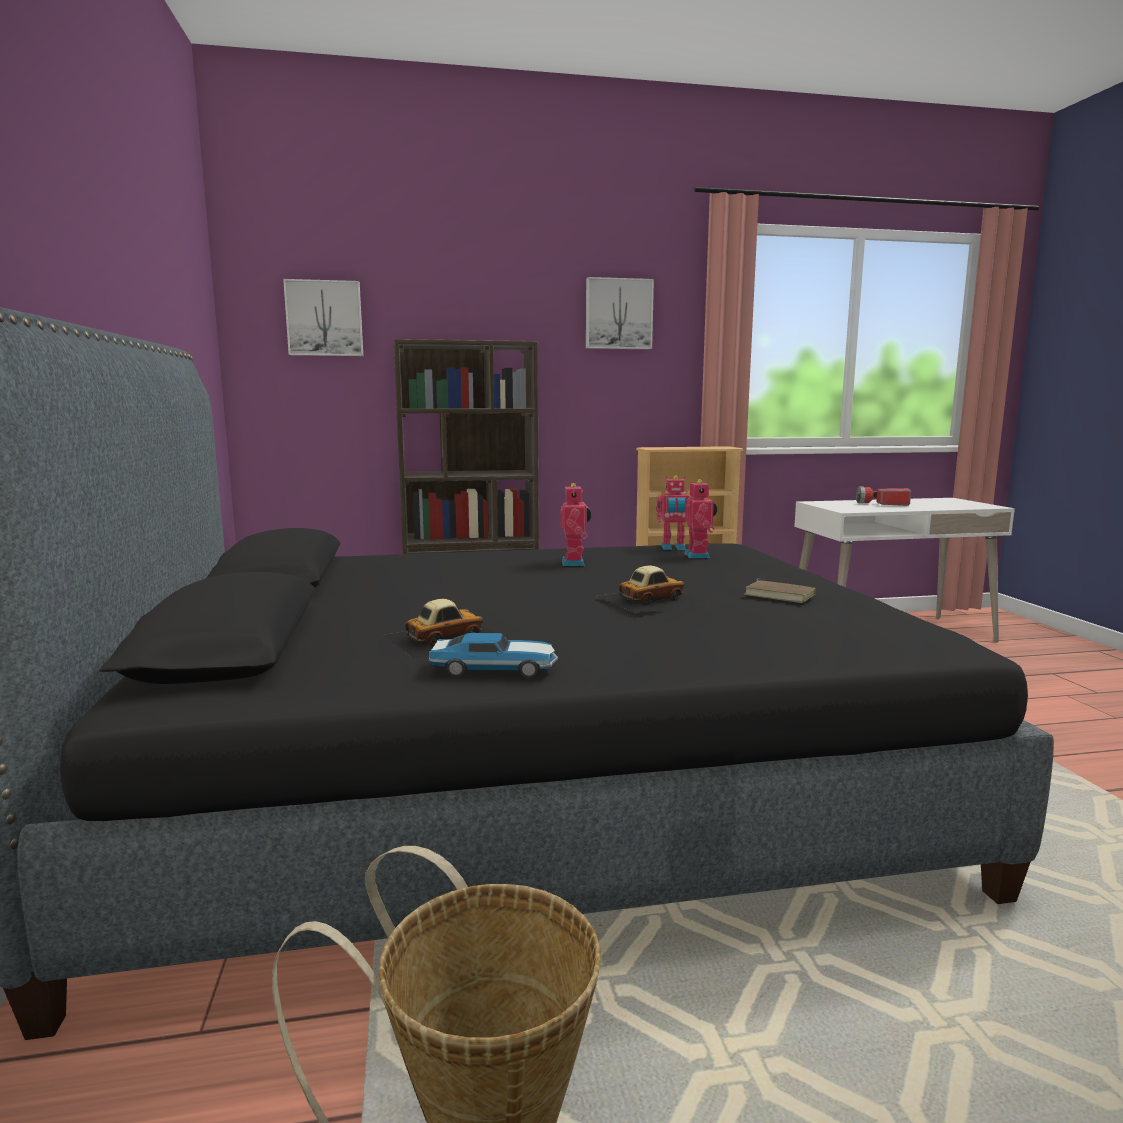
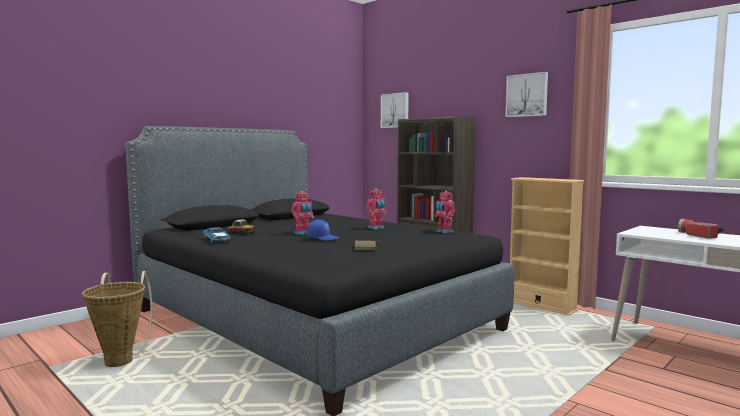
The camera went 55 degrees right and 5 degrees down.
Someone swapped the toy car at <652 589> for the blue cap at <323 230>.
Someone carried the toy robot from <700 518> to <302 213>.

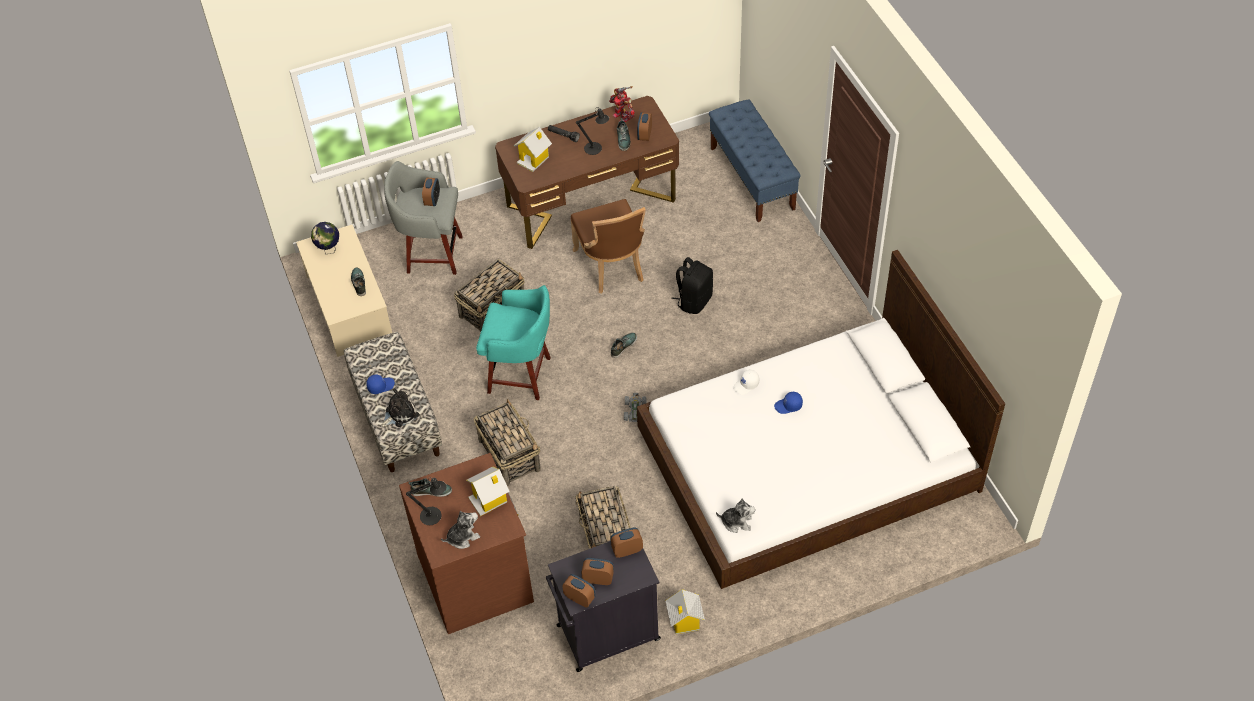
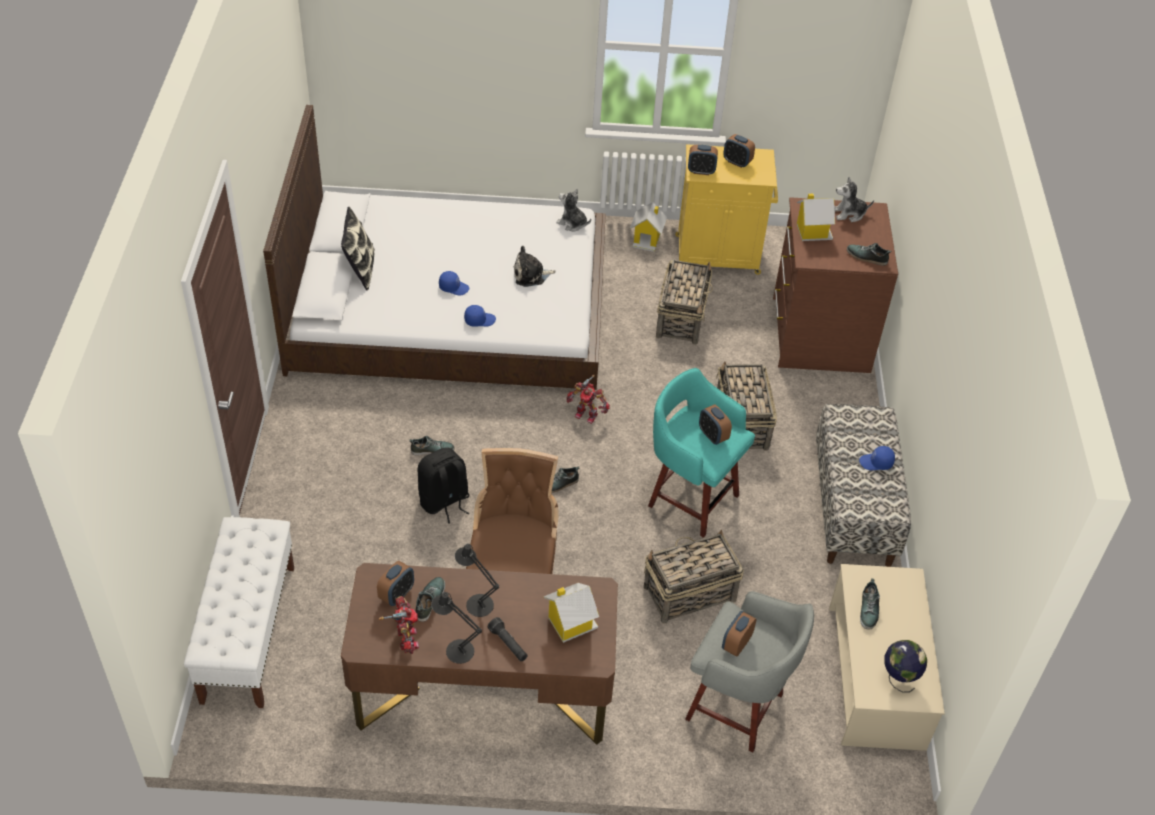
The camera went 160 degrees left and 5 degrees down.
Someone carried the plush toy from <400 408> to <534 266>.
Someone carried the black table lamp from <426 501> to <456 628>.
Someone repainted the black cabinet at <603 606>, which became the yellow cabinet at <726 209>.
Someone carried the alarm clock from <579 591> to <715 424>.
Someone swapped the grey toy car at <635 407> for the toy robot at <588 399>.
Someone repainted the blue bench at <755 160>, which became the white bench at <239 612>.
Someone repainted the white cap at <746 382>, which became the blue cap at <480 316>.
Someone put down the pillow at <358 248>.
Someone put down the shoe at <432 445>.

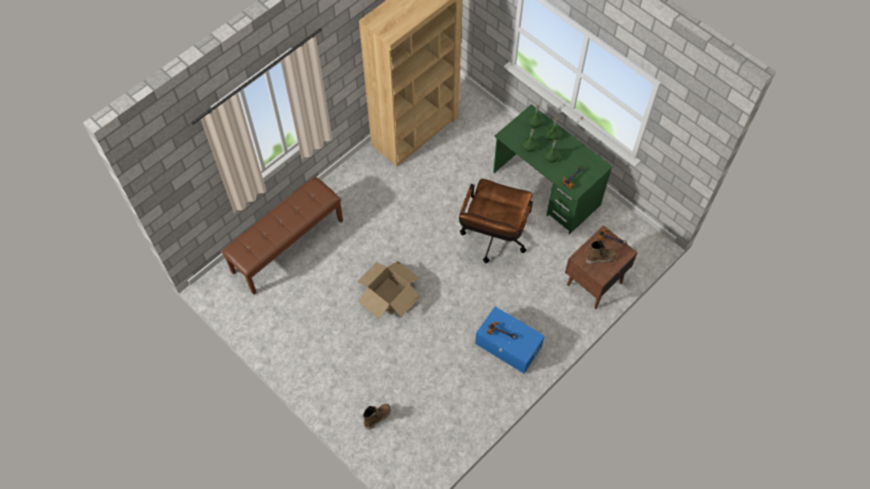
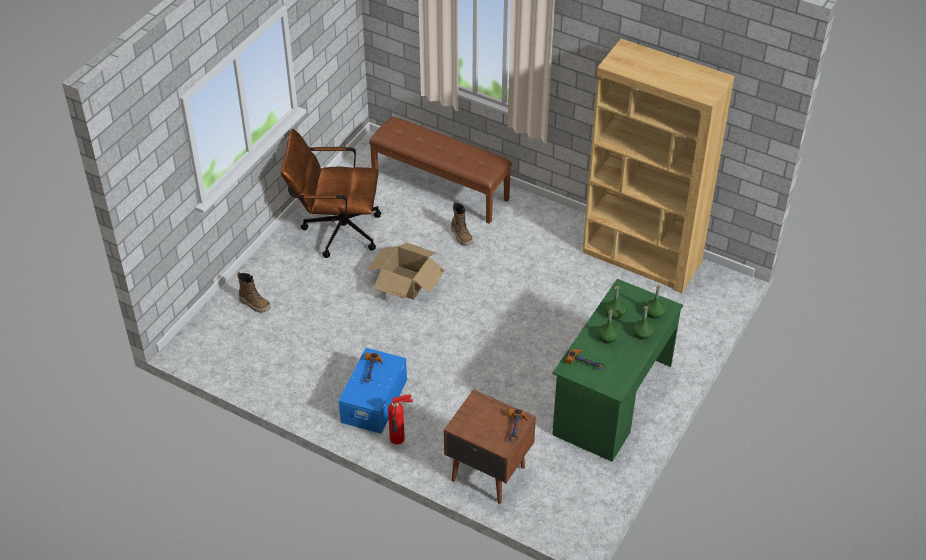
The camera went 75 degrees right and 15 degrees down.
Someone carried the brown office chair from <496 221> to <331 193>.
Someone carried the boot from <601 252> to <462 223>.
Someone put down the fire extinguisher at <400 419>.

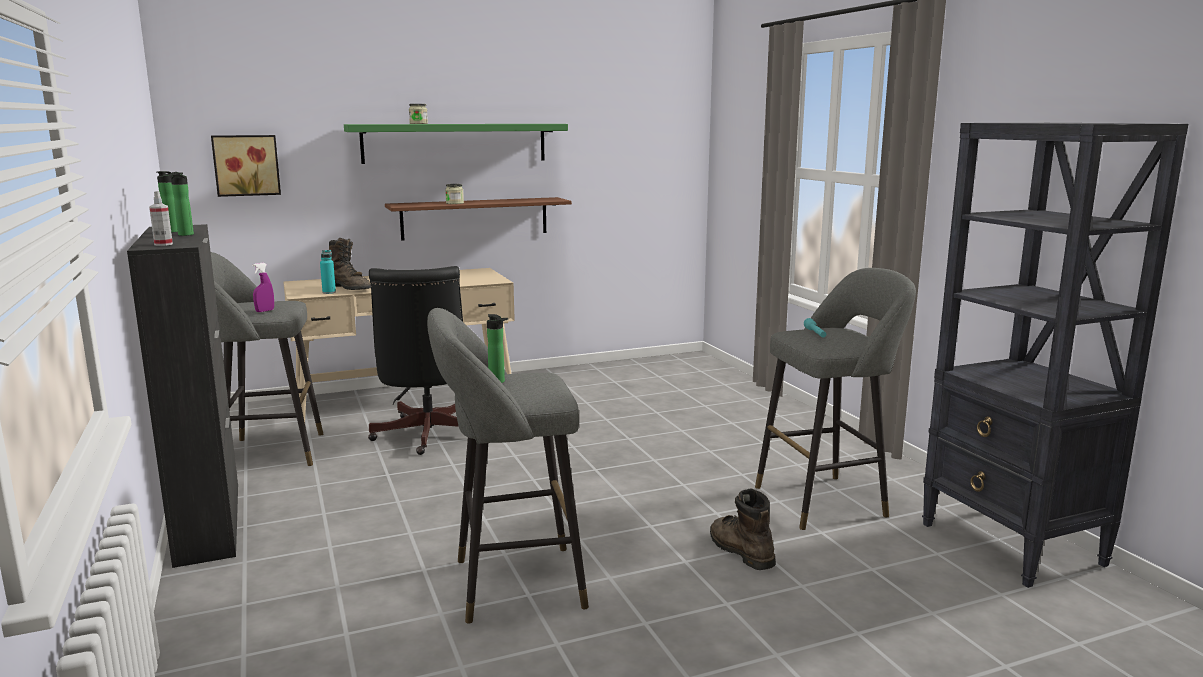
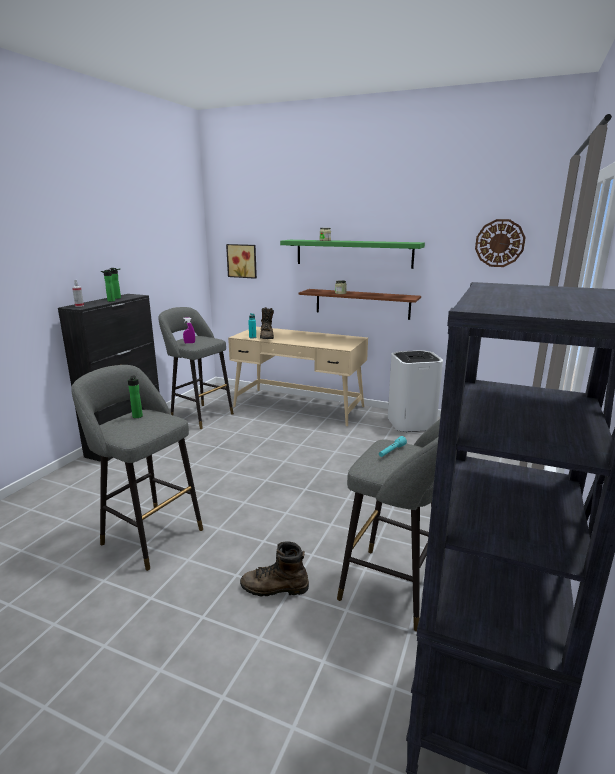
The camera went 45 degrees right and 5 degrees up.
Someone took away the black office chair at <415 360>.
Someone rotated the brown boot at <743 529> by 105 degrees counterclockwise.
Someone put down the white trash can at <415 391>.
Someone put up the wall clock at <500 243>.

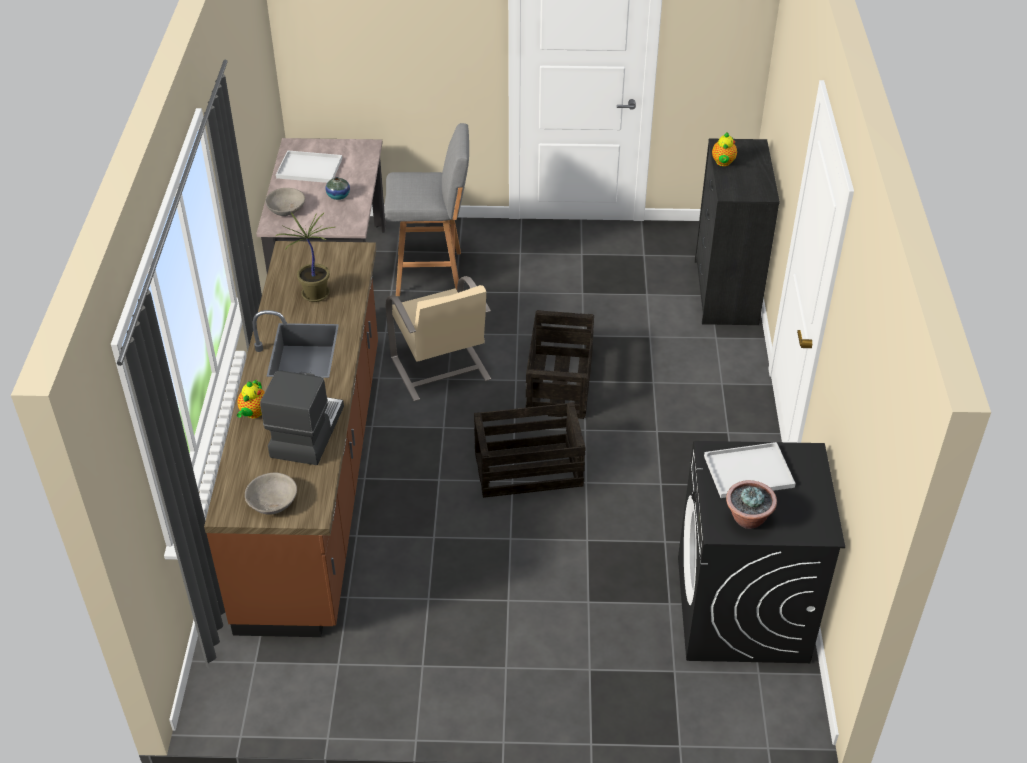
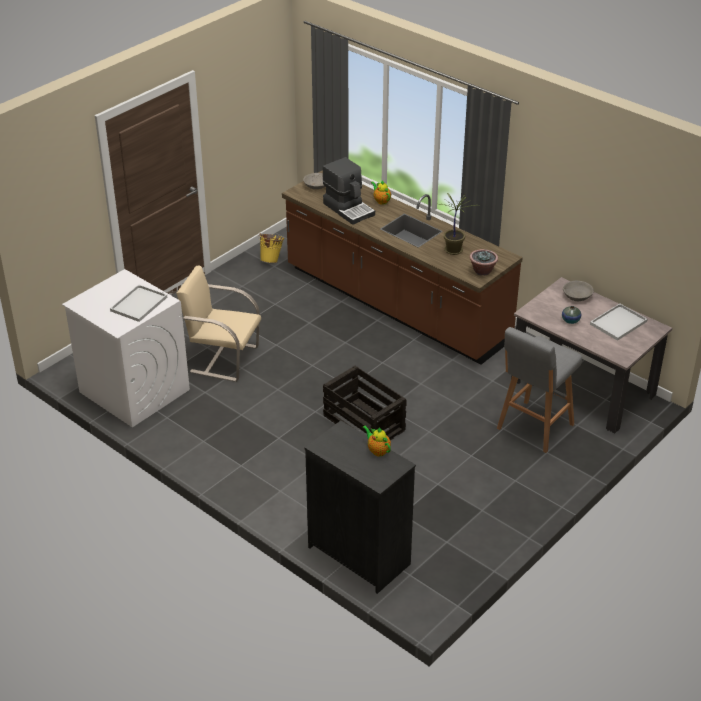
The camera went 130 degrees right and 5 degrees down.
Someone carried the beige chair from <438 338> to <218 324>.
Someone took away the crate at <530 450>.
Someone repainted the black washing machine at <761 552>, which became the white washing machine at <126 348>.
Someone carried the potted plant from <751 504> to <484 262>.
Someone put down the yellow bucket at <271 248>.

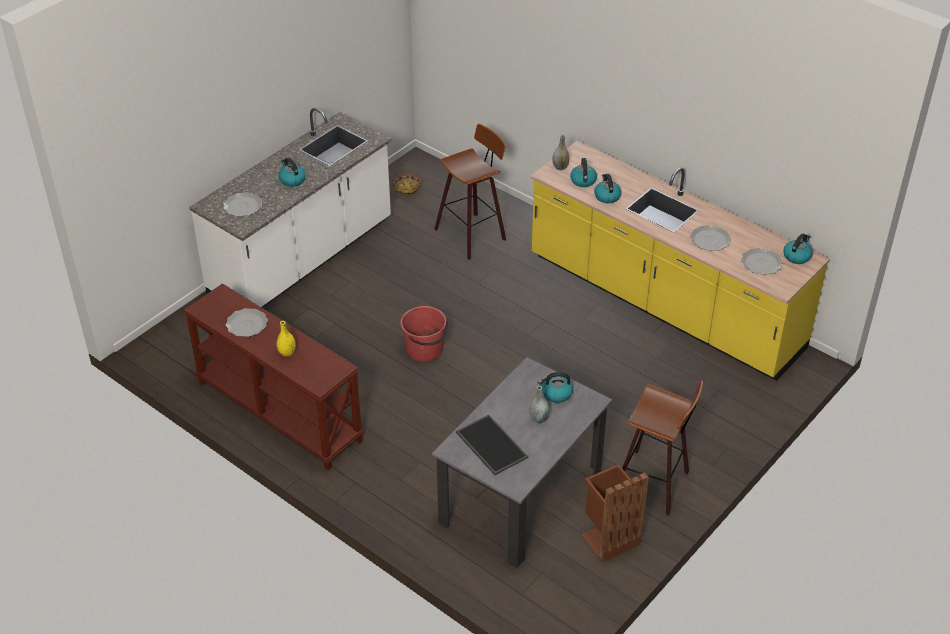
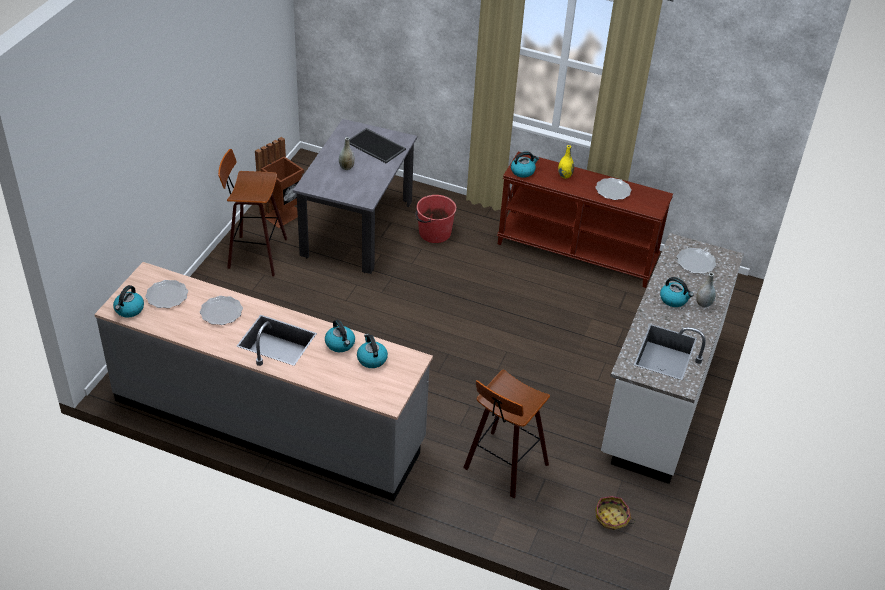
The camera went 160 degrees right and 0 degrees up.
Someone carried the red bucket from <424 334> to <435 219>.
Someone repainted the yellow counter at <680 261>, which became the grey counter at <263 381>.
Someone carried the kettle from <555 387> to <525 165>.
Someone carried the grey vase from <560 152> to <706 289>.

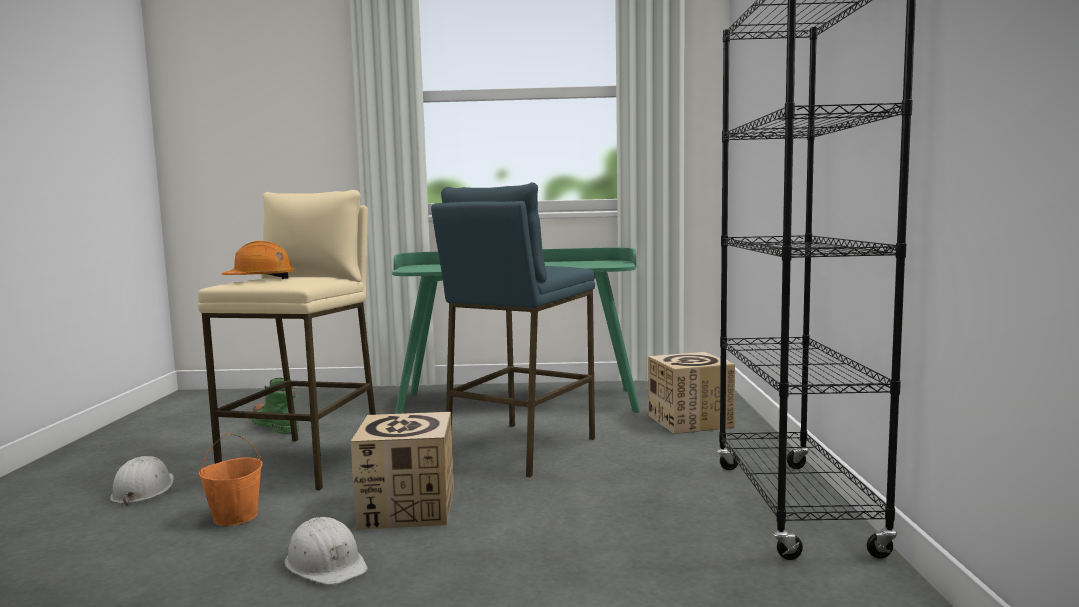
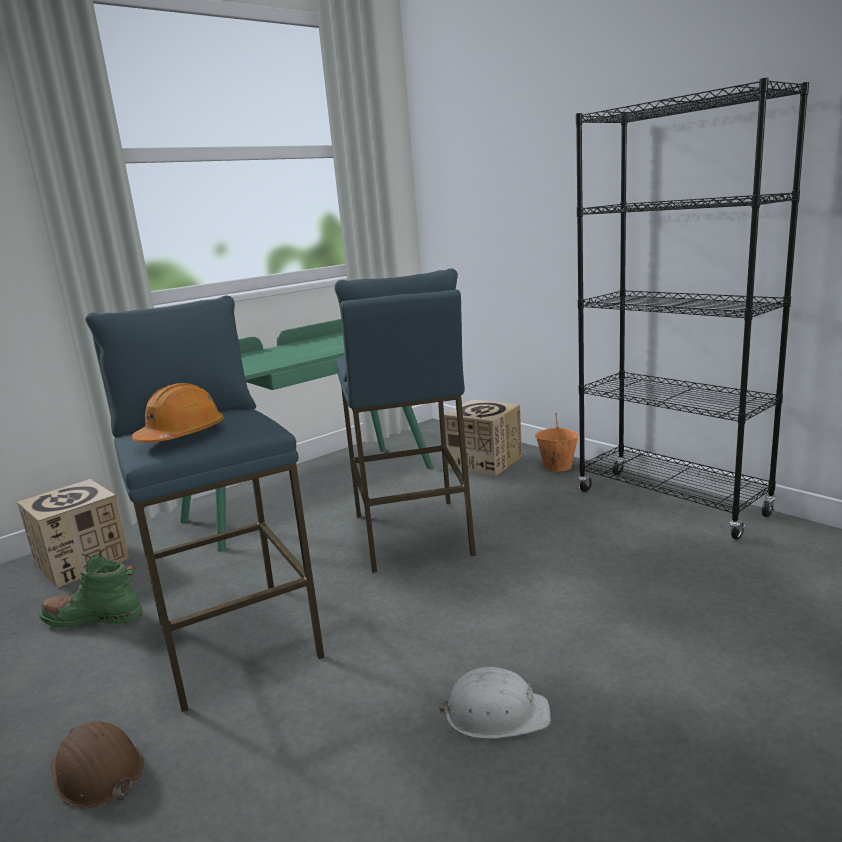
The camera went 40 degrees left and 10 degrees up.
Someone repainted the white hard hat at <142 481>, which became the brown hard hat at <97 765>.
Someone repainted the beige stool at <287 340>, which became the blue stool at <204 503>.
Someone carried the orange bucket from <231 479> to <557 441>.
Someone carried the cardboard box from <402 471> to <73 533>.

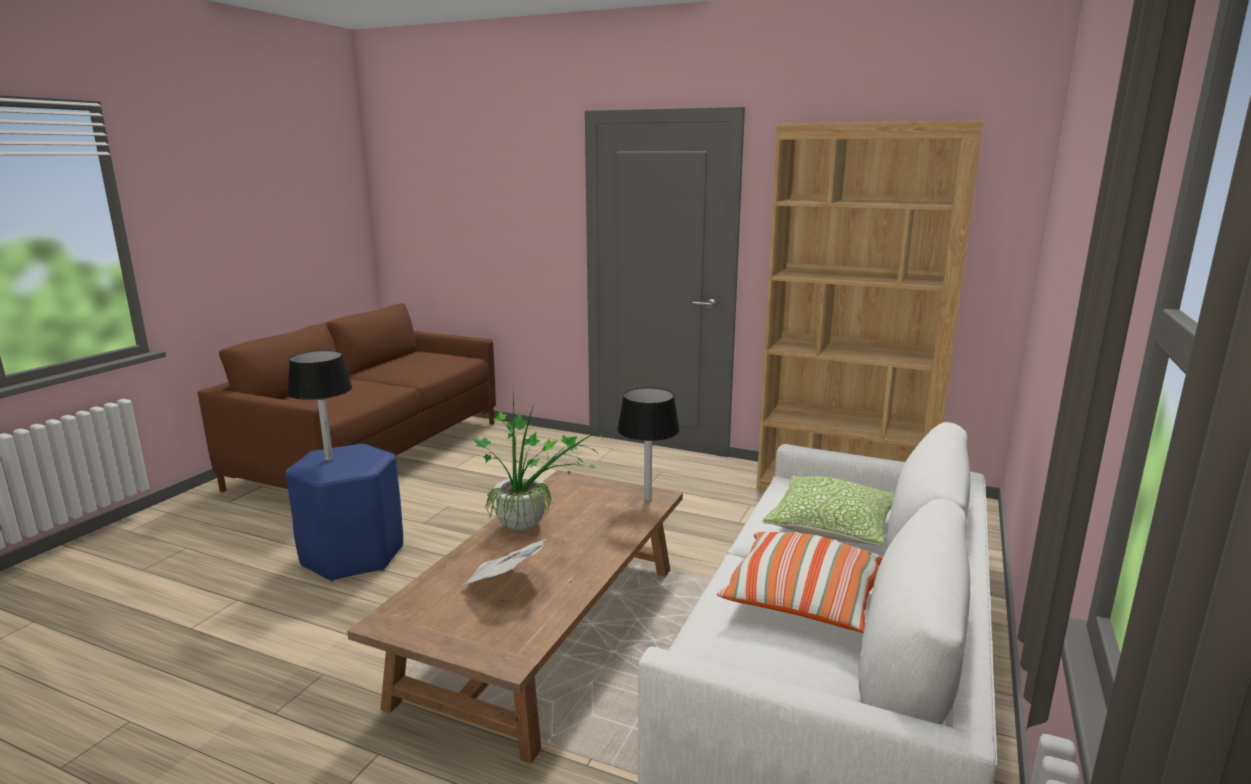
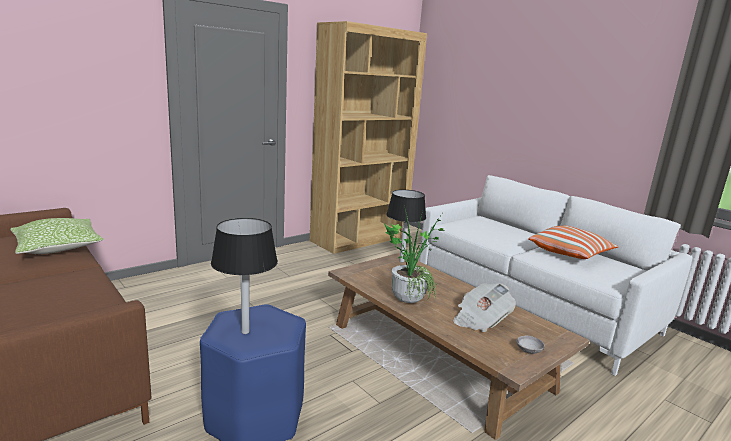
The camera went 65 degrees left and 0 degrees up.
Someone carried the pillow from <828 510> to <57 236>.
Someone put down the grey bowl at <531 345>.

